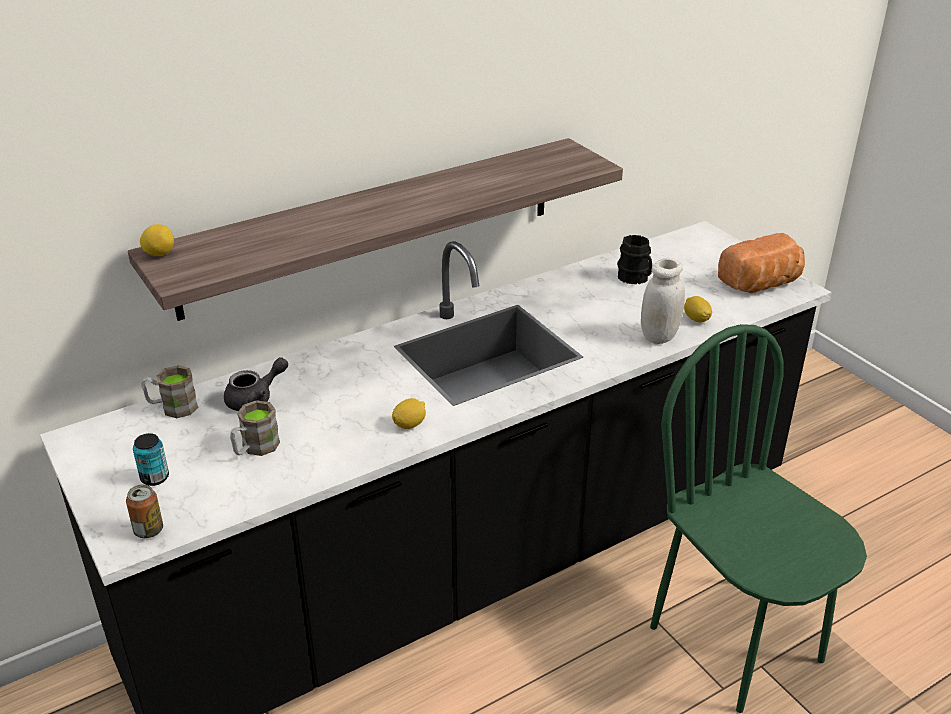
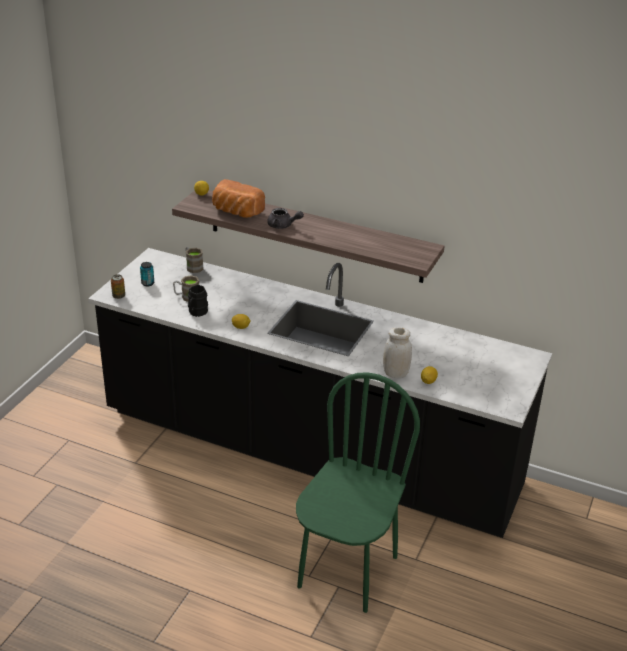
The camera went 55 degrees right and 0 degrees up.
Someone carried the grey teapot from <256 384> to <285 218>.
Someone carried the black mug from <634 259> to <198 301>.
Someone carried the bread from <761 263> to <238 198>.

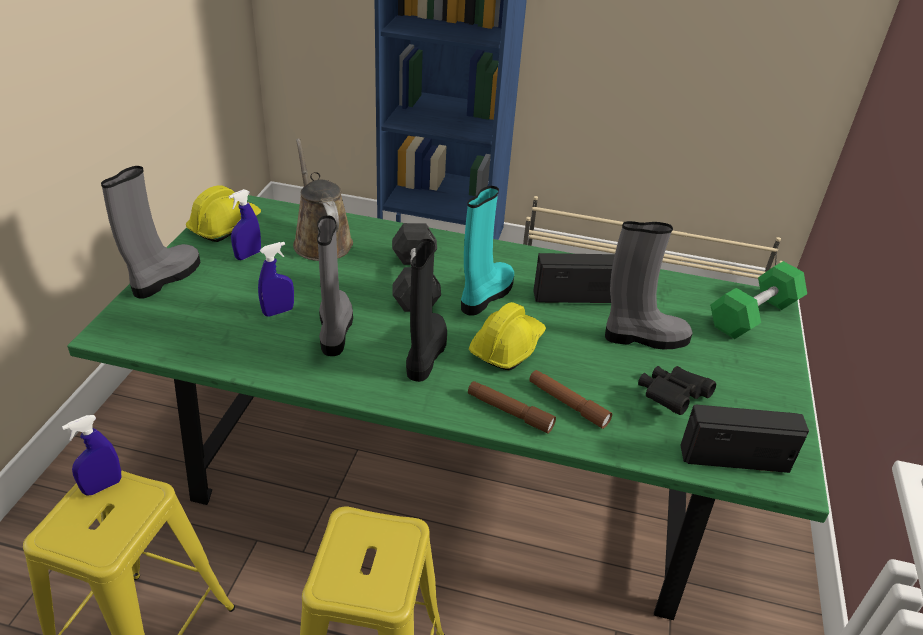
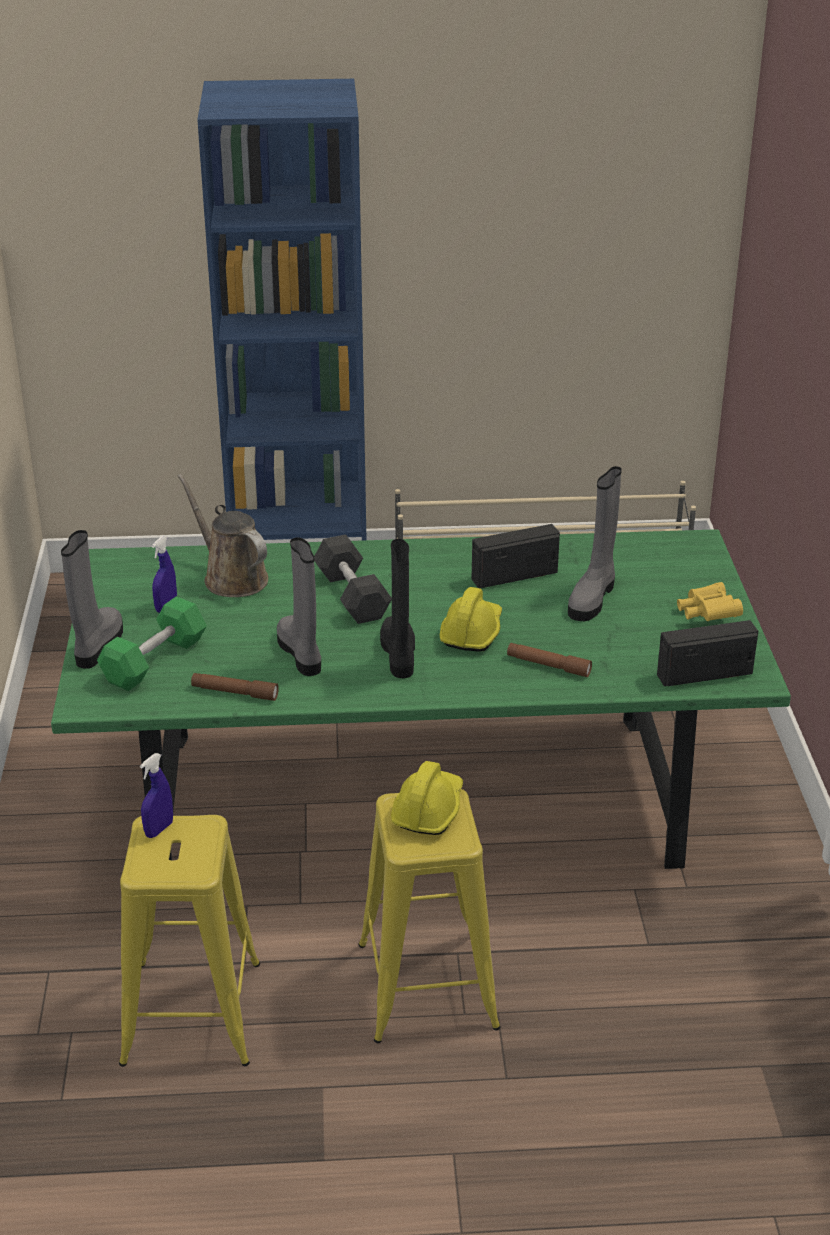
The camera went 15 degrees left and 5 degrees down.
Someone carried the yellow hard hat from <223 214> to <427 798>.
Someone took away the blue spray bottle at <276 279>.
Someone took away the turquoise boot at <487 251>.
Someone carried the brown flashlight from <512 407> to <235 687>.
Someone rotated the grey boot at <649 285> by 135 degrees clockwise.
Someone took away the black binoculars at <677 390>.
Someone carried the green dumbbell from <758 300> to <152 643>.
Someone put down the yellow binoculars at <710 601>.

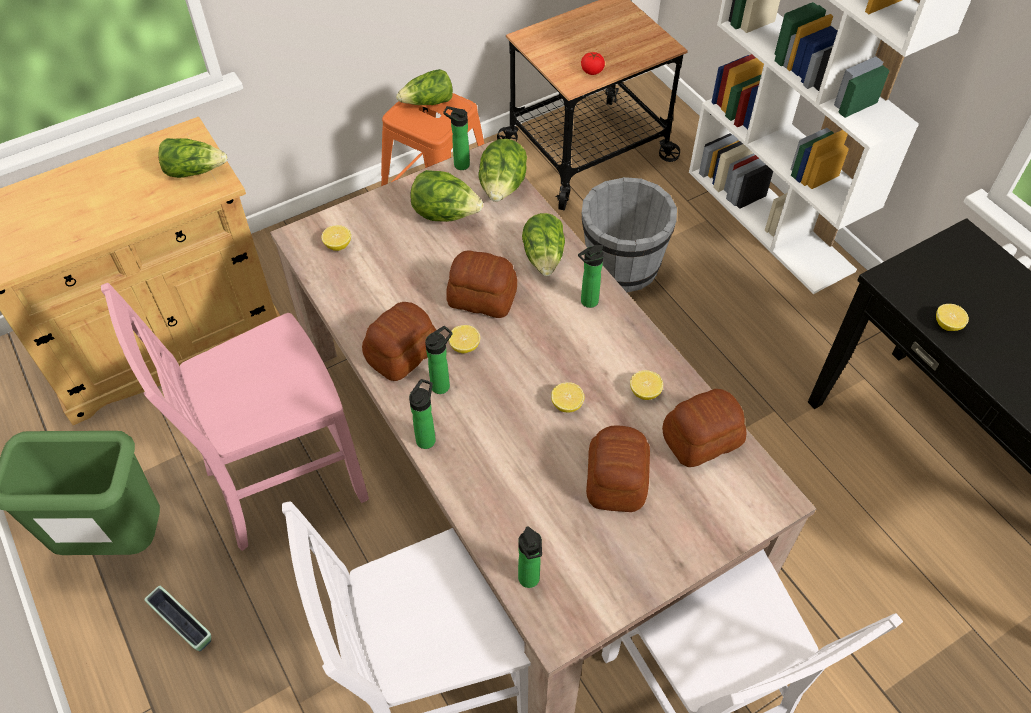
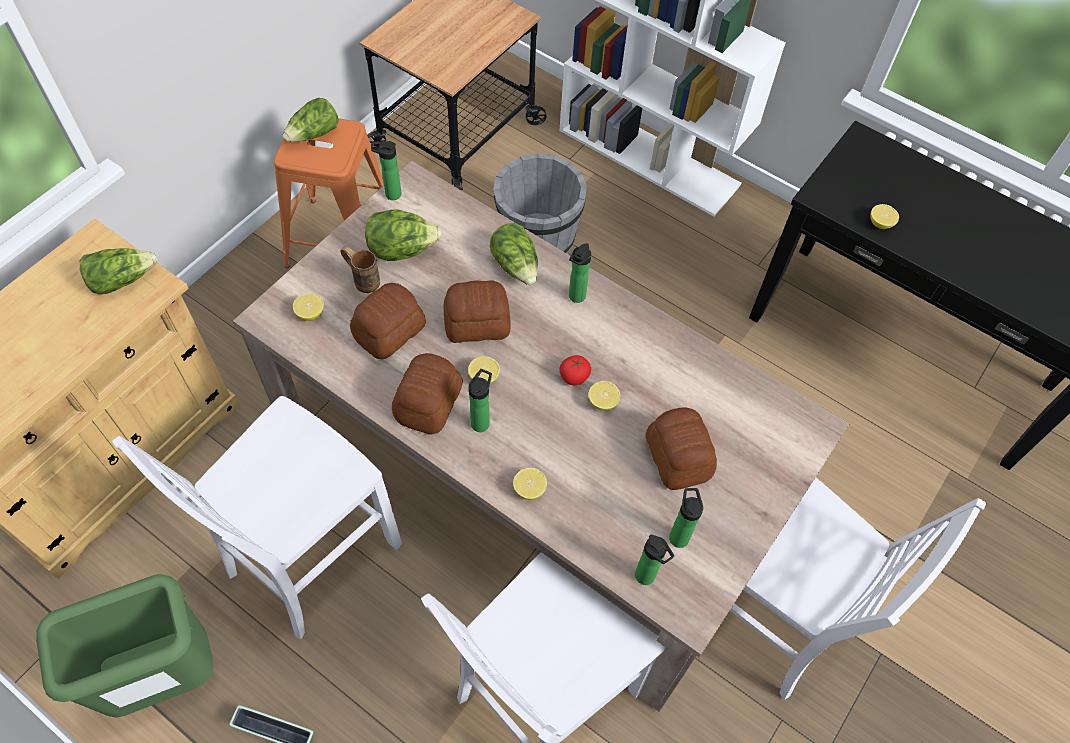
The camera went 25 degrees left and 5 degrees up.
Someone repainted the pink chair at <235 417>, which became the white chair at <257 517>.
Someone carried the bottle from <422 414> to <686 518>.
Someone took away the lettuce at <502 170>.
Someone carried the tomato from <593 63> to <575 370>.
Someone carried the lemon from <646 385> to <530 484>.
Someone carried the bread from <704 428> to <388 321>.
Someone put down the brown mug at <360 269>.

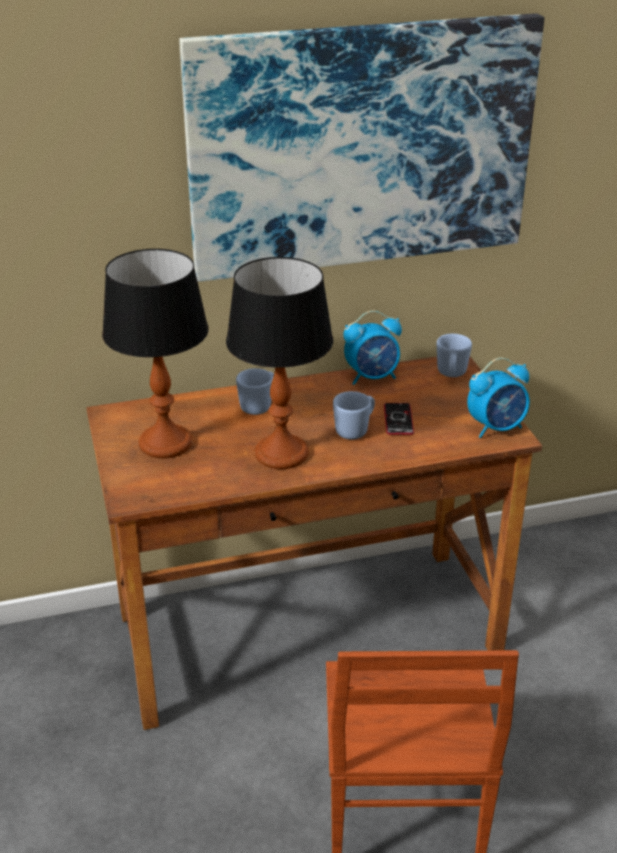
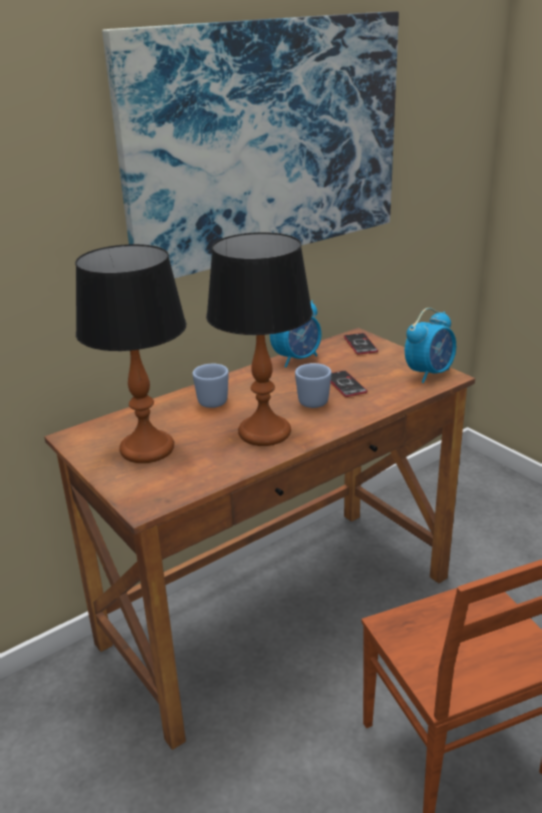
The camera went 20 degrees left and 5 degrees down.
Someone swapped the blue mug at <454 355> for the phone at <361 344>.

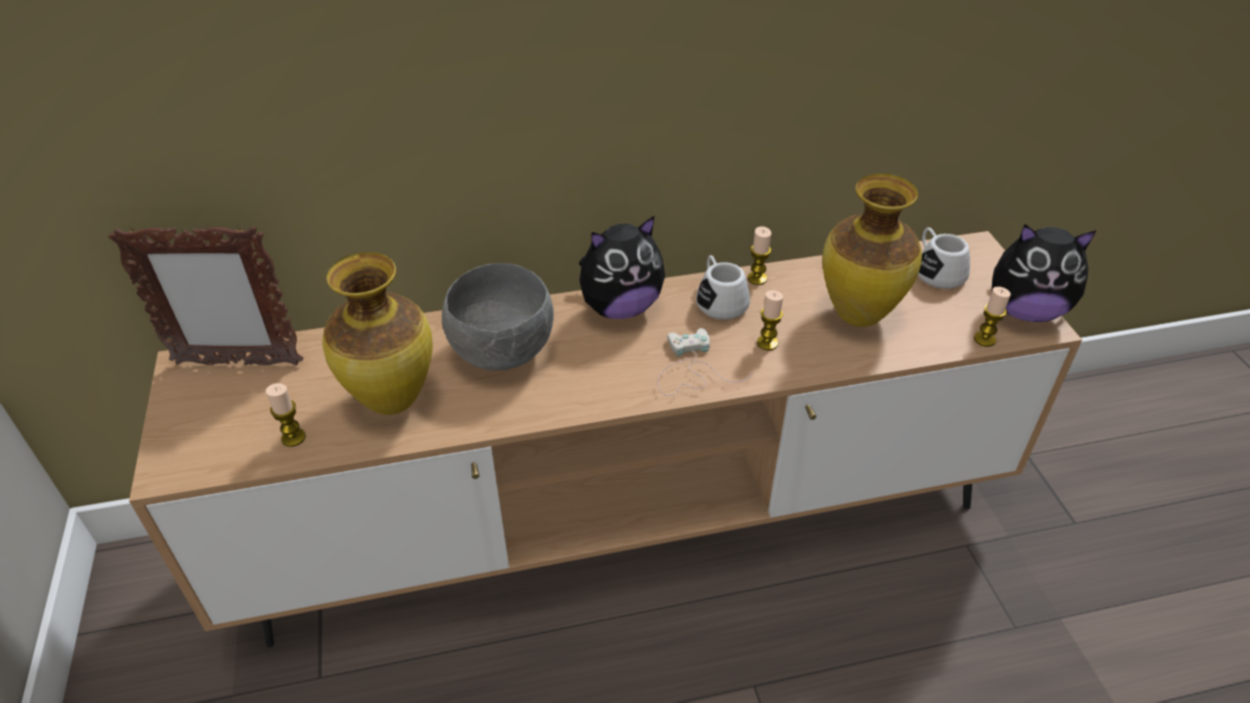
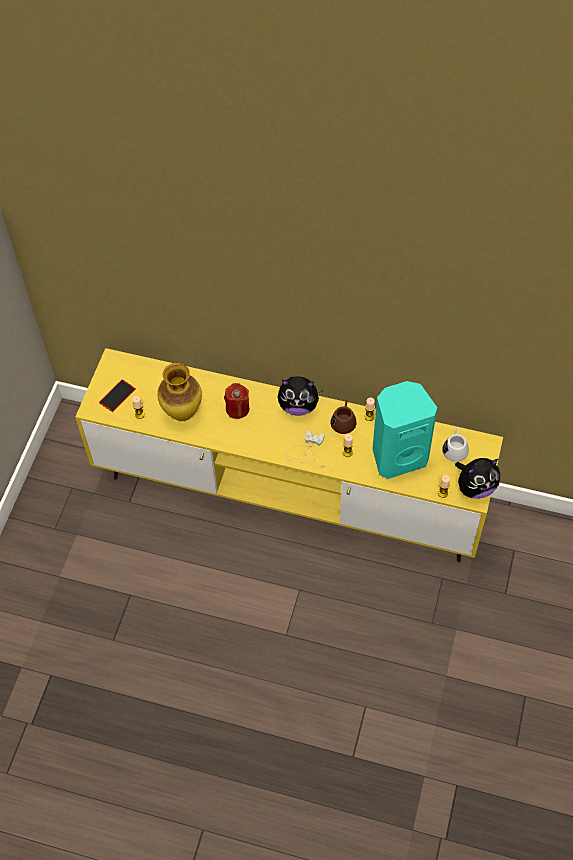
The camera went 30 degrees right and 15 degrees up.
Someone took away the picture frame at <206 295>.
Someone repainted the brown tv stand at <605 439>, which became the yellow tv stand at <289 455>.
Someone swapped the grey bowl at <498 317> for the red candle at <236 401>.
Someone repainted the white mug at <723 287>, which became the brown mug at <343 417>.
Someone swapped the vase at <872 250> for the turquoise speaker at <405 430>.
Someone rotated the plush toy at <1044 273> by 60 degrees counterclockwise.
Someone put down the phone at <117 395>.

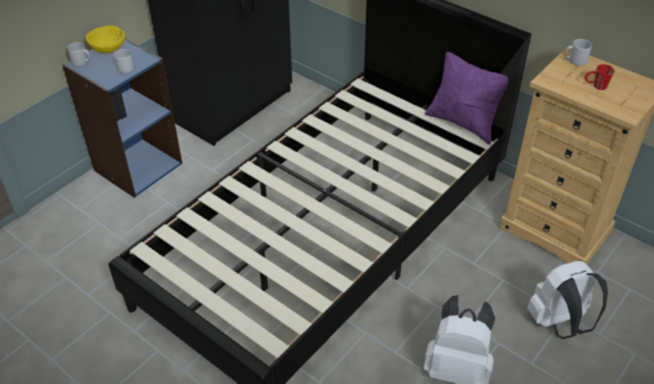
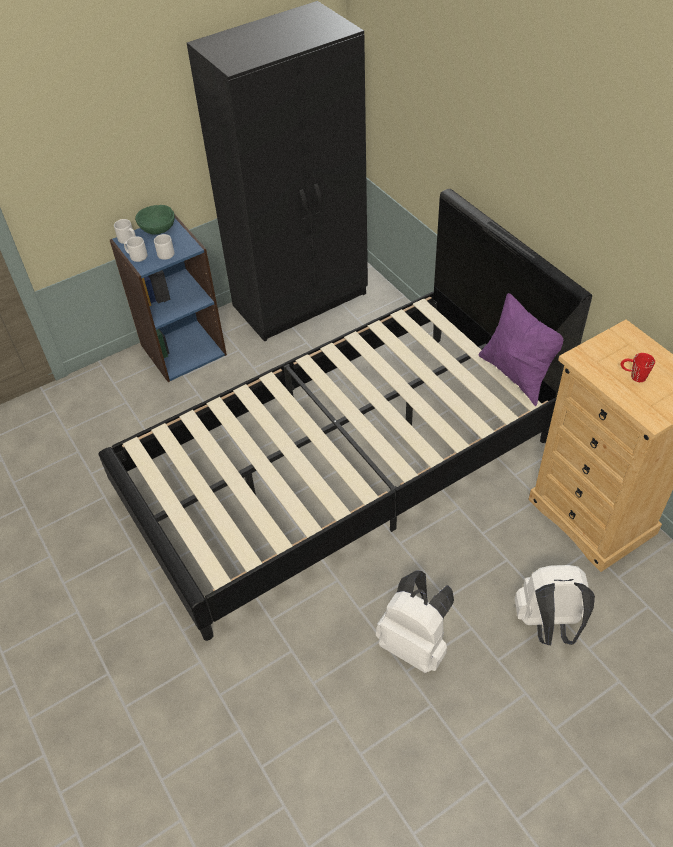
The camera went 20 degrees right and 5 degrees up.
Someone repainted the yellow bowl at <105 39>, which became the green bowl at <155 220>.
Someone carried the grey mug from <578 52> to <135 249>.

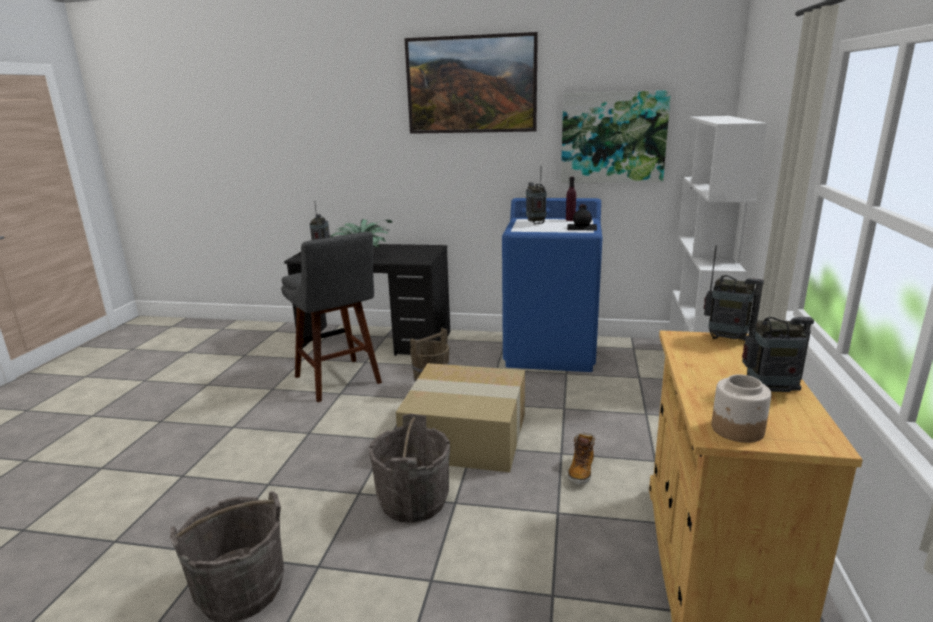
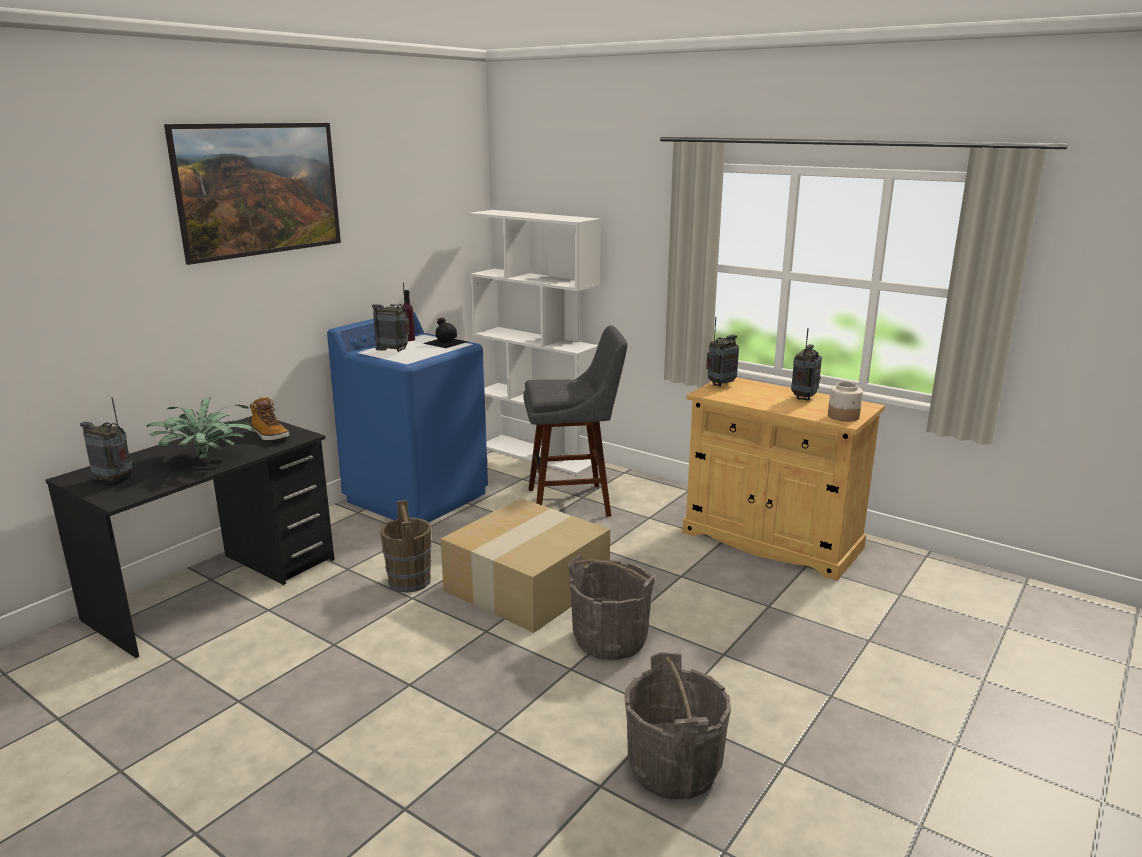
The camera went 65 degrees left and 0 degrees up.
Someone carried the grey stool from <331 317> to <575 421>.
Someone took away the picture at <616 136>.
Someone carried the boot from <581 459> to <269 419>.

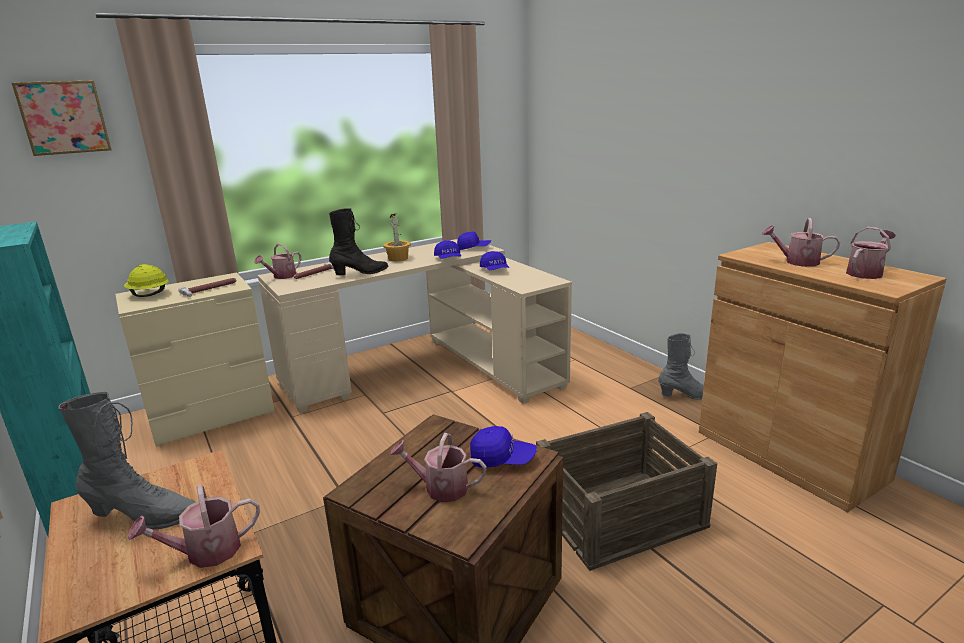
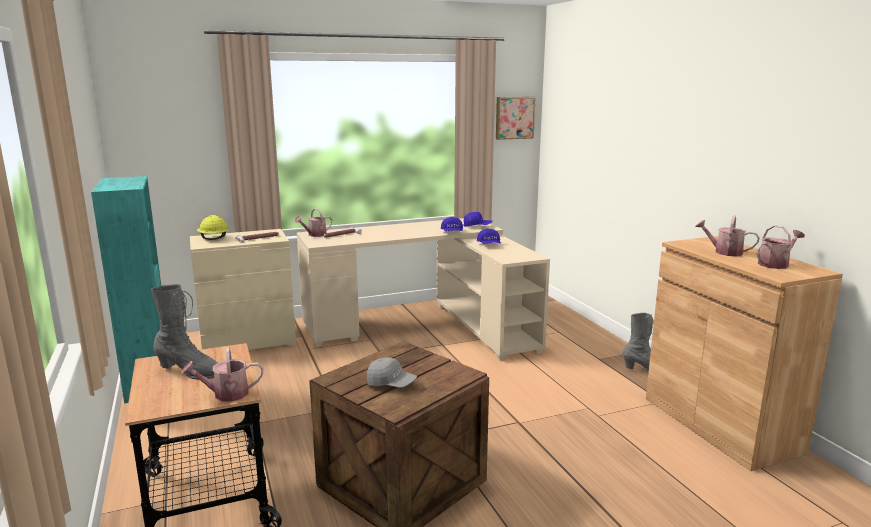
The camera went 10 degrees right and 5 degrees down.
Someone carried the picture from <61 118> to <516 118>.
Someone took away the black boot at <359 241>.
Someone took away the potted plant at <397 237>.
Someone swapped the watering can at <438 467> for the grey cap at <392 372>.
Someone took away the blue cap at <503 447>.
Someone took away the crate at <626 491>.

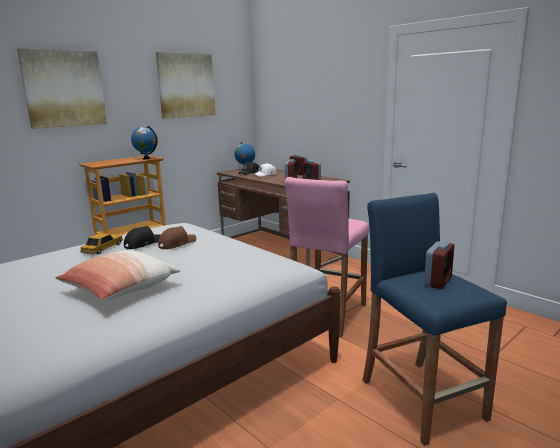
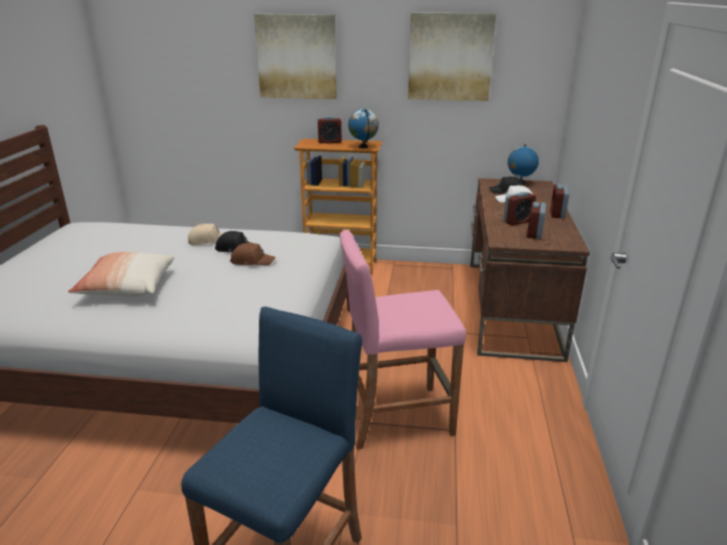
The camera went 50 degrees right and 10 degrees up.
Someone swapped the toy car at <101 244> for the beige cap at <205 234>.
Someone carried the alarm clock from <439 265> to <330 129>.

